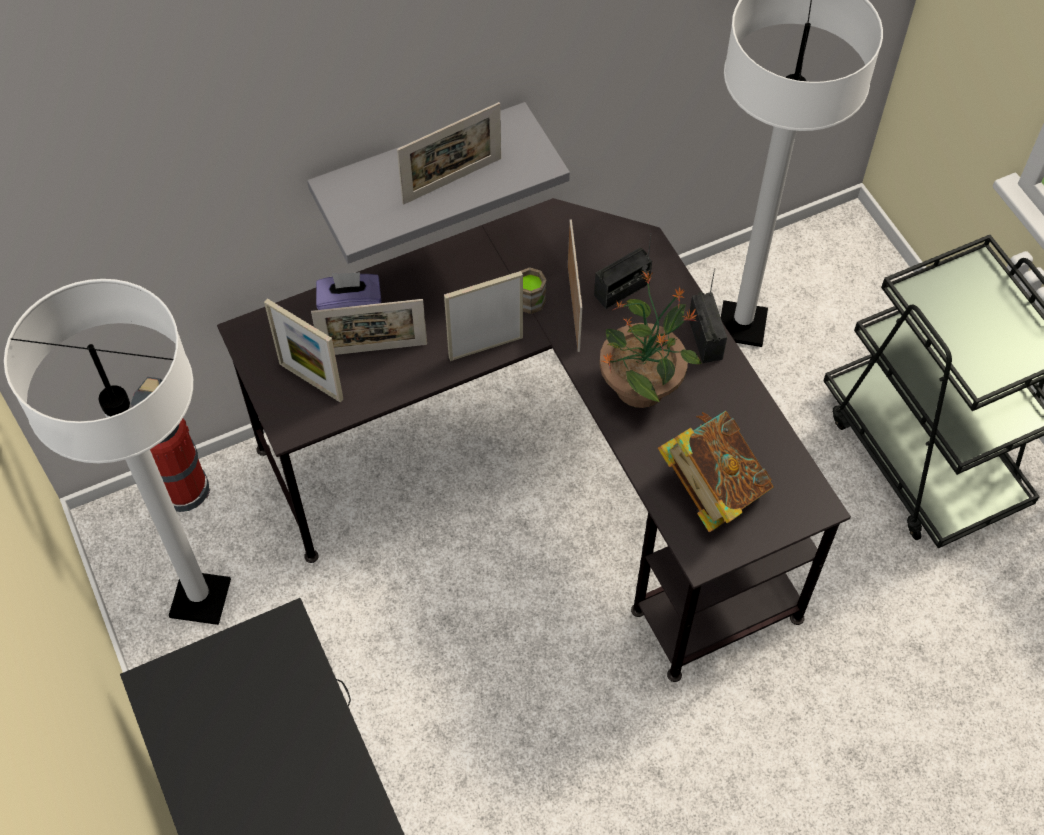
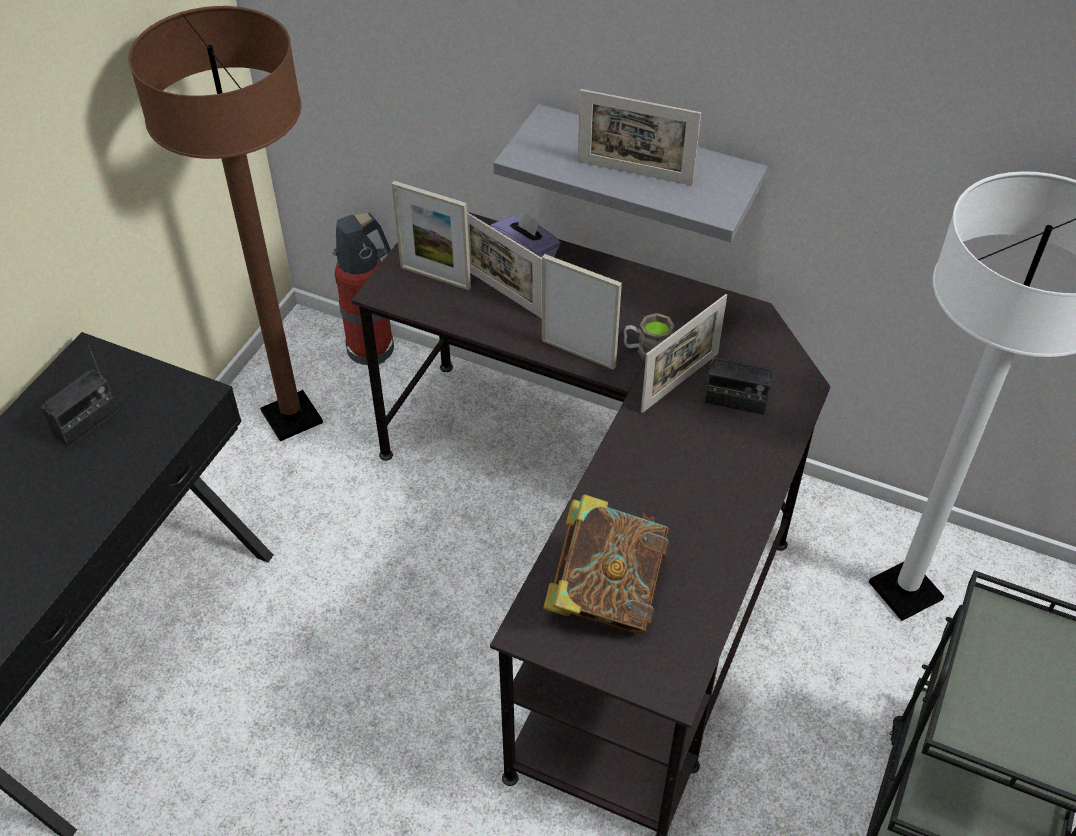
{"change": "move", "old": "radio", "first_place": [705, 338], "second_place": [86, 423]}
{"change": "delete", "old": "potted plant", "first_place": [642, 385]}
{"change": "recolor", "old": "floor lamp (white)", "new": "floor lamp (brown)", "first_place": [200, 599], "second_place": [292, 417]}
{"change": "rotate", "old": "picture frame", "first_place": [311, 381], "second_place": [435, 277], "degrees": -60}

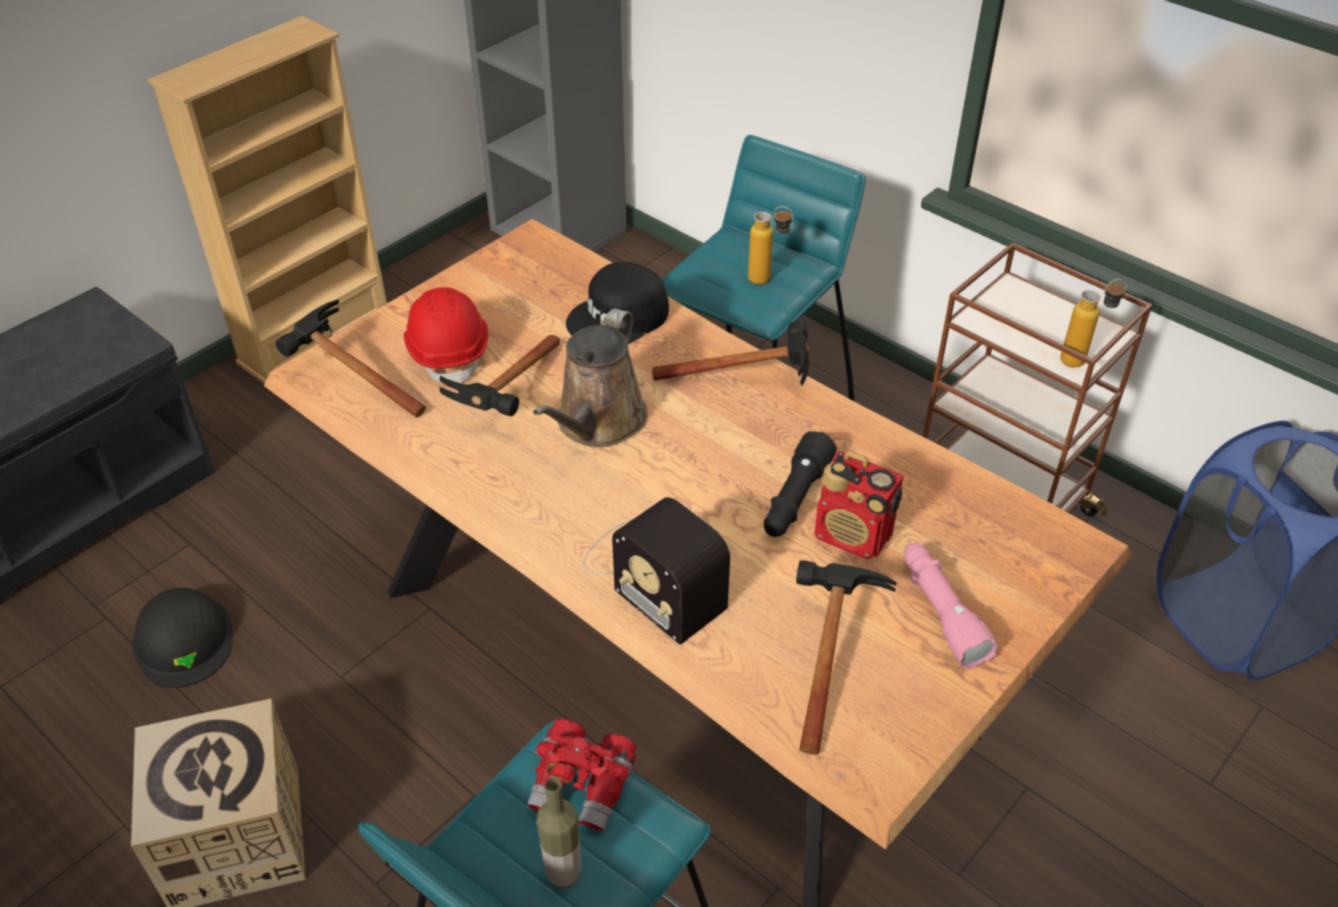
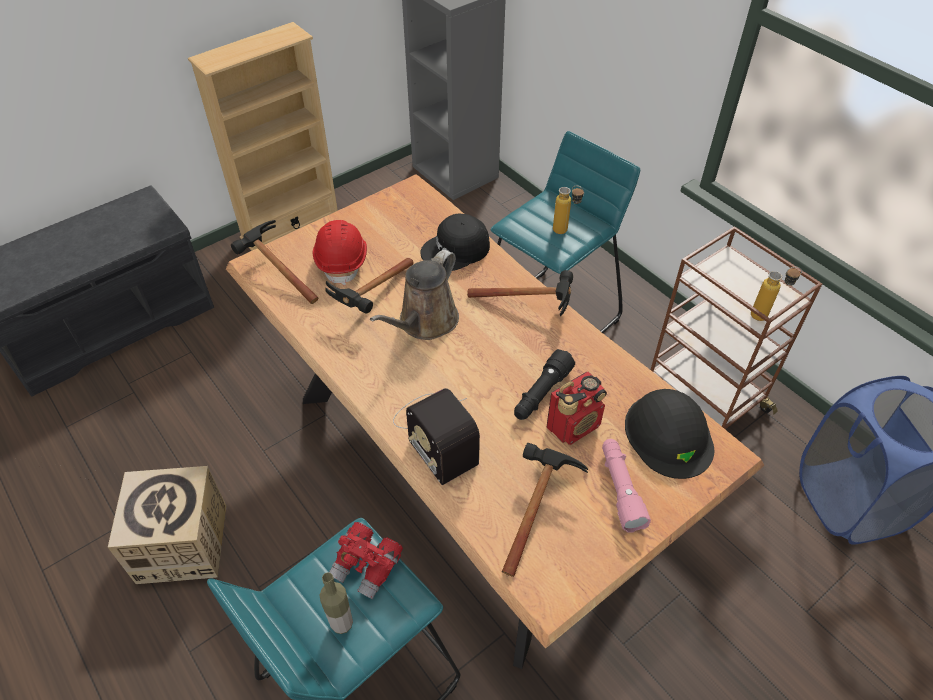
{"change": "rotate", "old": "radio", "first_place": [853, 536], "second_place": [574, 426], "degrees": -75}
{"change": "move", "old": "hard hat (black)", "first_place": [183, 639], "second_place": [668, 434]}

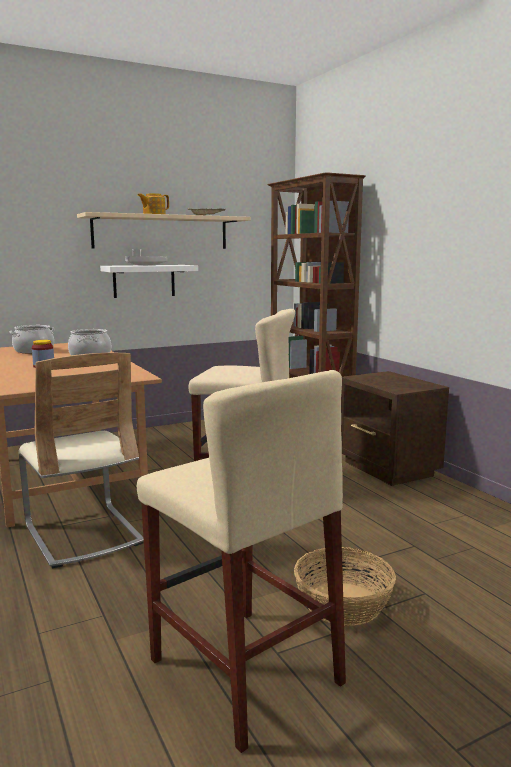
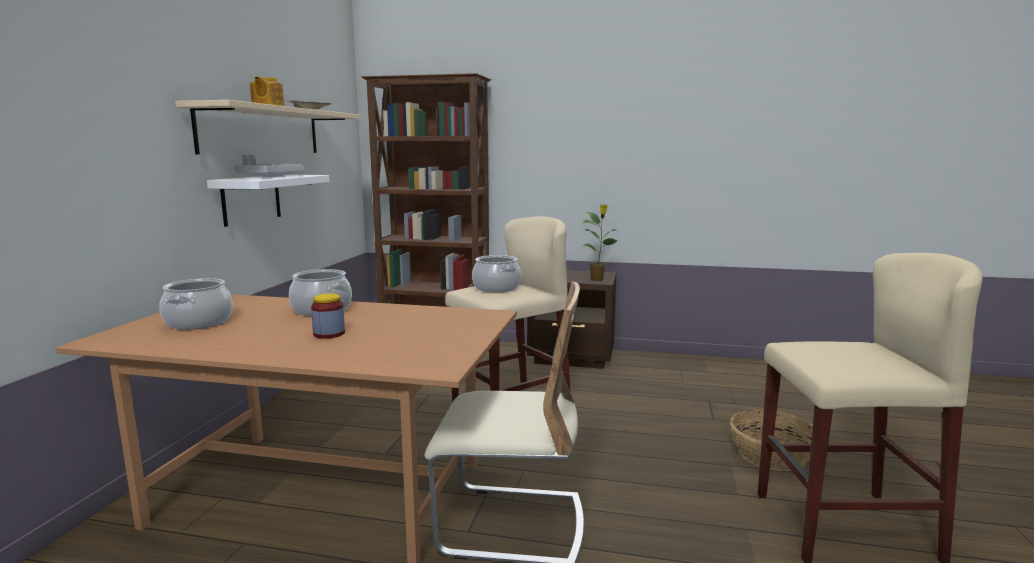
{"change": "insert", "new": "potted plant", "second_place": [597, 279]}
{"change": "insert", "new": "cooking pot", "second_place": [497, 288]}

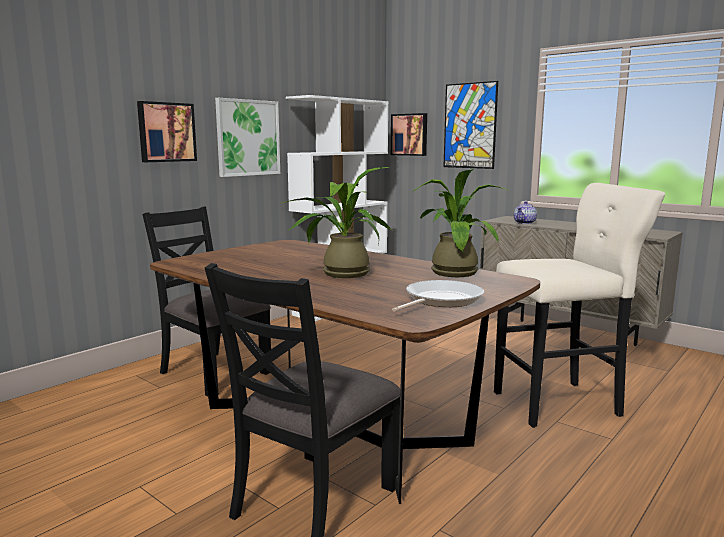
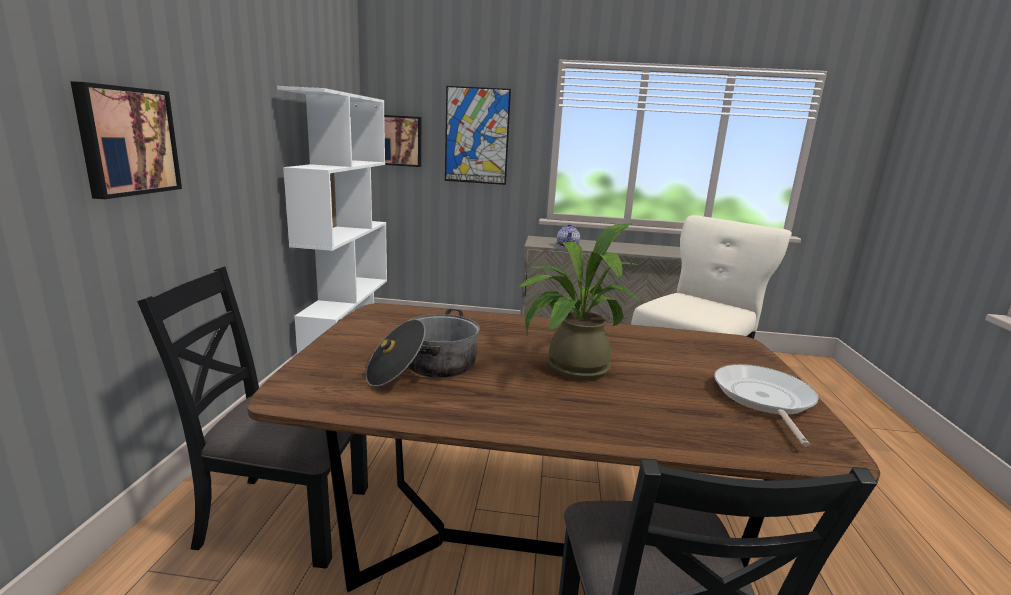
{"change": "delete", "old": "picture", "first_place": [248, 138]}
{"change": "delete", "old": "potted plant", "first_place": [454, 271]}
{"change": "insert", "new": "cooking pot", "second_place": [424, 369]}

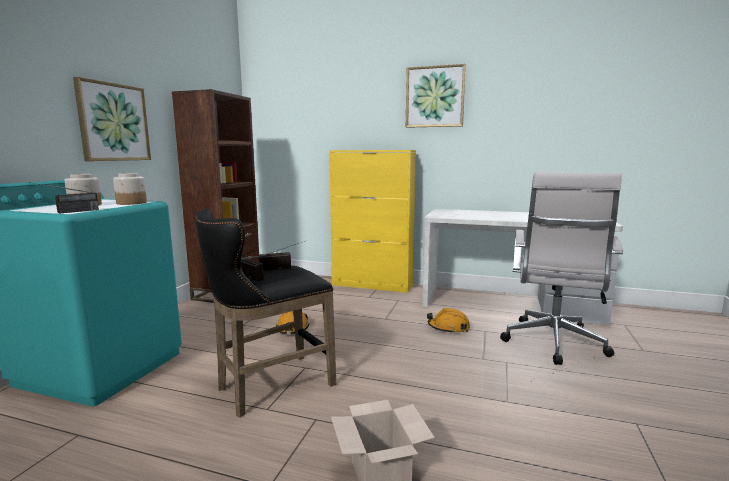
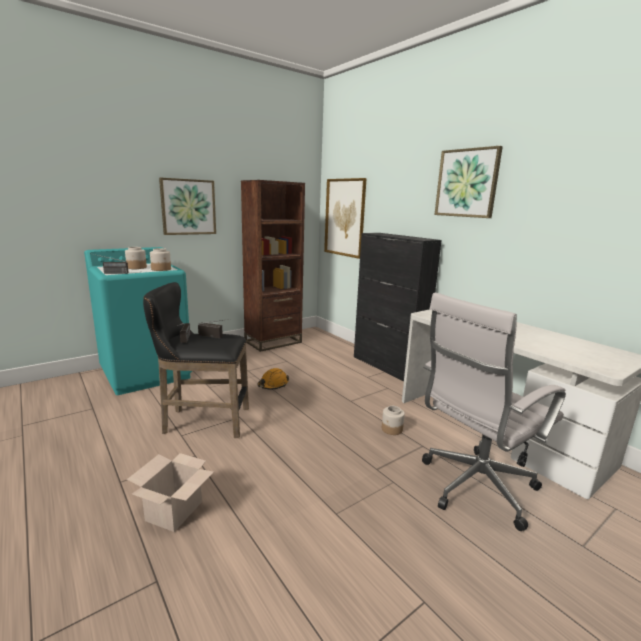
{"change": "recolor", "old": "cabinet (yellow)", "new": "cabinet (black)", "first_place": [372, 285], "second_place": [387, 366]}
{"change": "replace", "old": "hard hat (orange)", "new": "jar", "first_place": [448, 328], "second_place": [392, 429]}
{"change": "insert", "new": "picture", "second_place": [345, 217]}

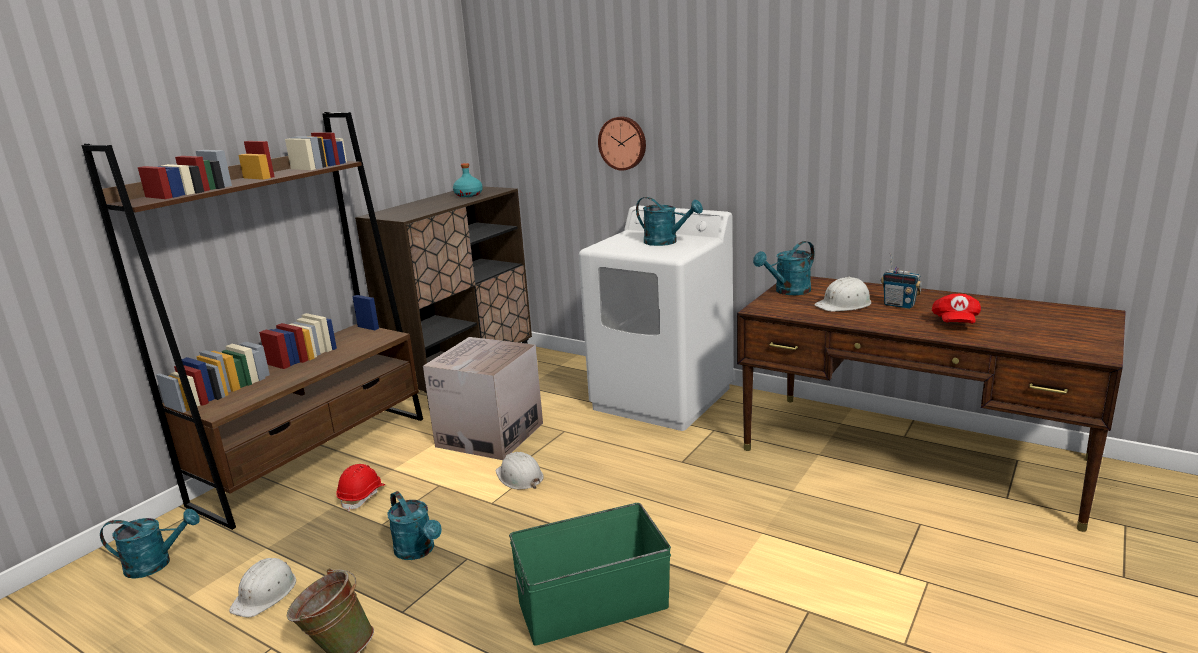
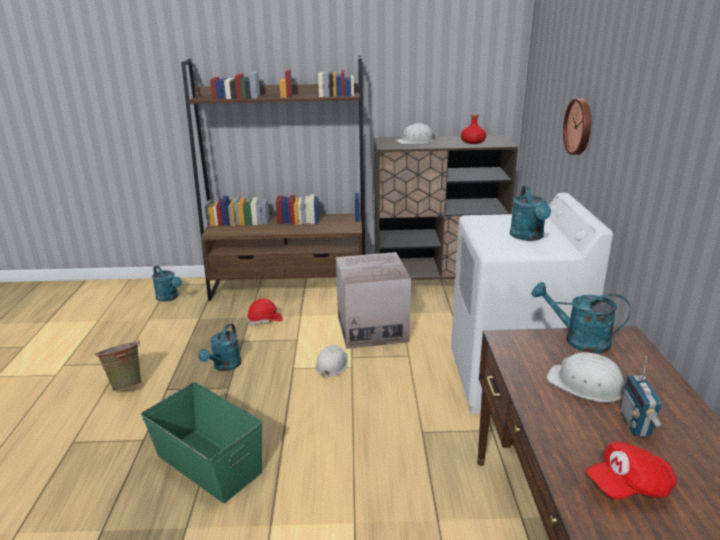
{"change": "recolor", "old": "bottle (turquoise)", "new": "bottle (red)", "first_place": [468, 195], "second_place": [472, 142]}
{"change": "move", "old": "hard hat (white)", "first_place": [265, 593], "second_place": [416, 141]}

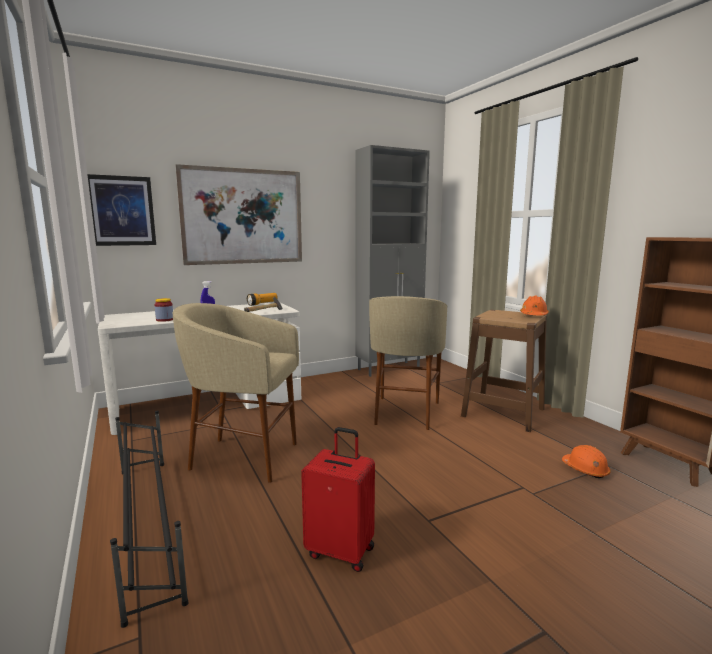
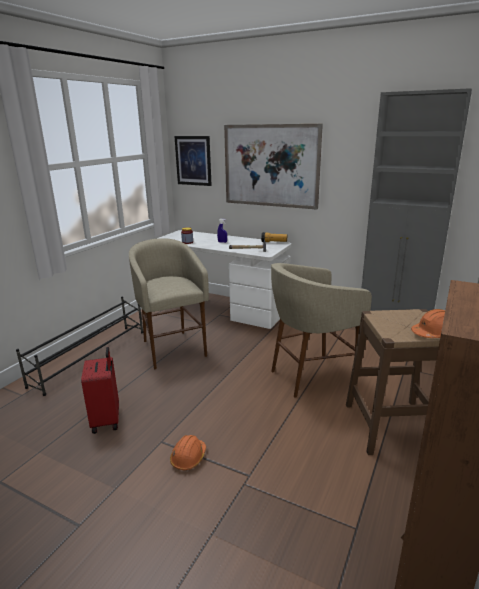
{"change": "move", "old": "hard hat (orange)", "first_place": [585, 469], "second_place": [188, 458]}

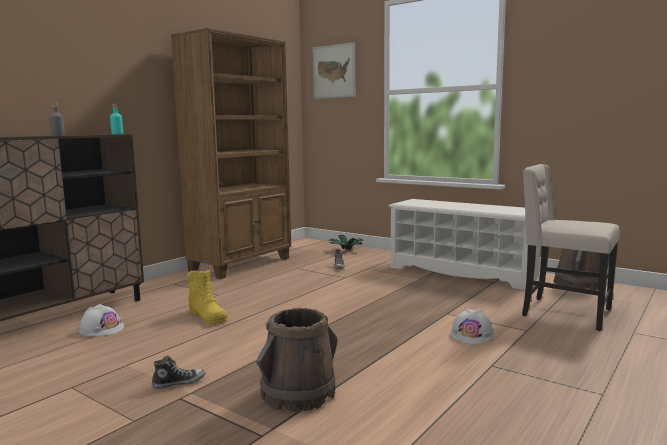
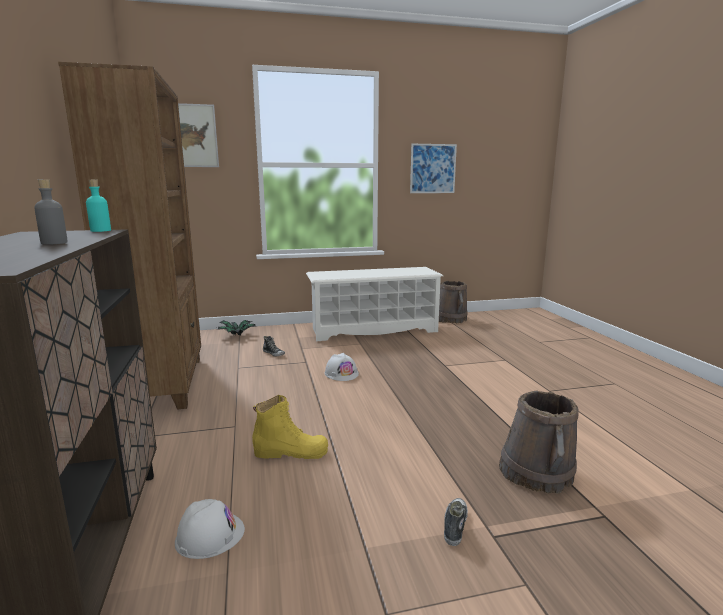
{"change": "delete", "old": "chair (beige)", "first_place": [564, 313]}
{"change": "move", "old": "hard hat (white)", "first_place": [472, 334], "second_place": [341, 373]}
{"change": "insert", "new": "picture", "second_place": [433, 168]}

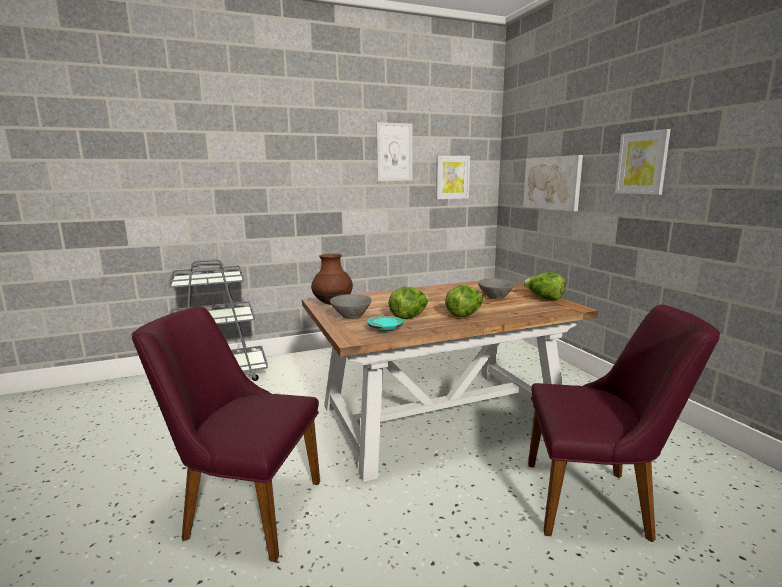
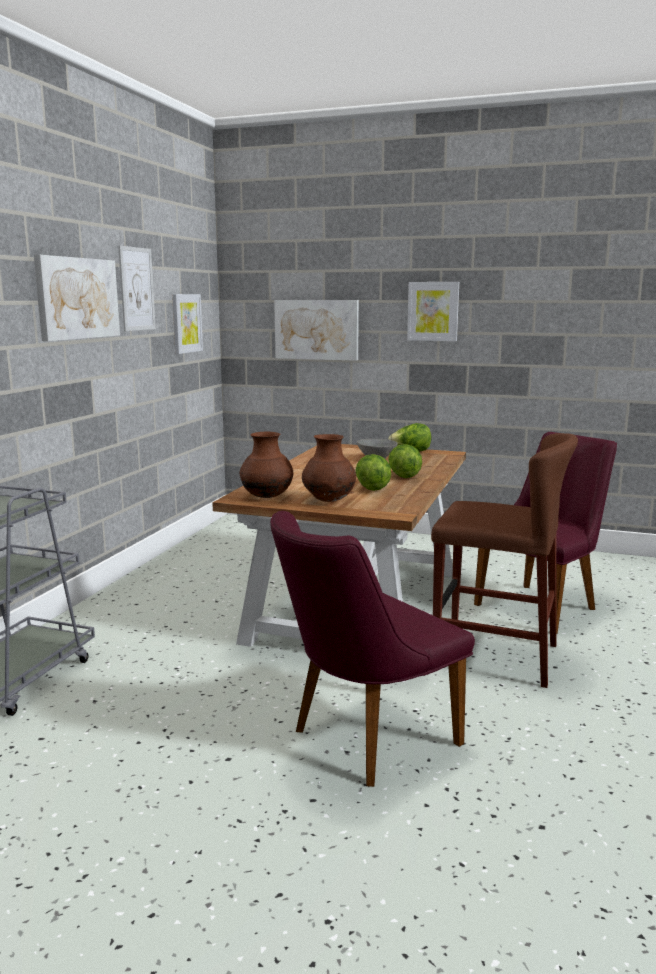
{"change": "replace", "old": "bowl (grey)", "new": "vase (brown)", "first_place": [351, 317], "second_place": [329, 501]}
{"change": "delete", "old": "plate (turquoise)", "first_place": [385, 329]}
{"change": "insert", "new": "picture", "second_place": [77, 298]}
{"change": "insert", "new": "stool (brown)", "second_place": [495, 655]}

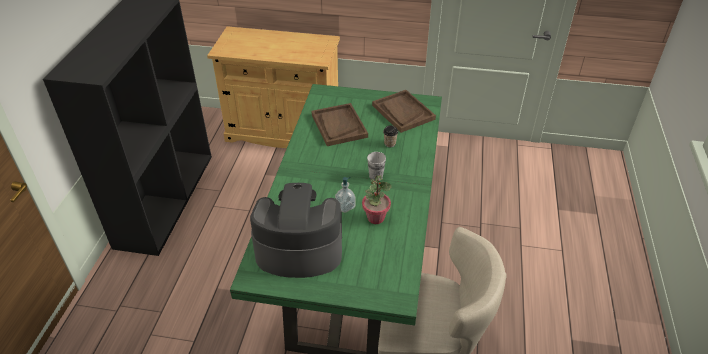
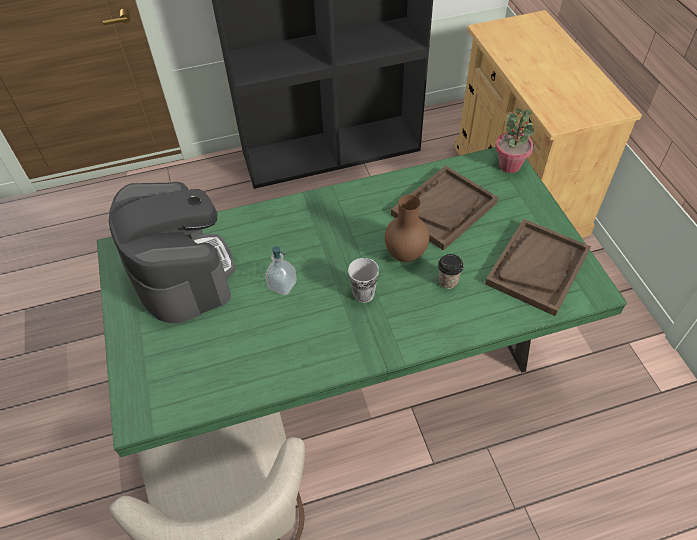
{"change": "move", "old": "potted plant", "first_place": [375, 218], "second_place": [509, 165]}
{"change": "insert", "new": "vase (brown)", "second_place": [405, 254]}

